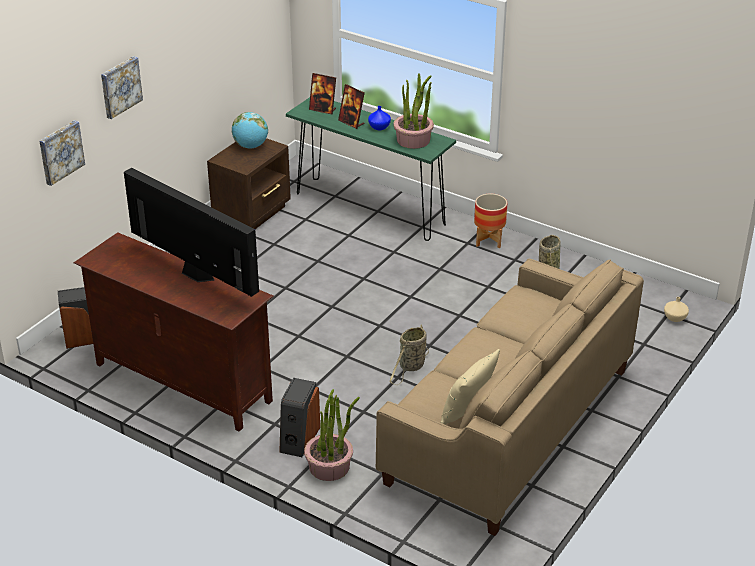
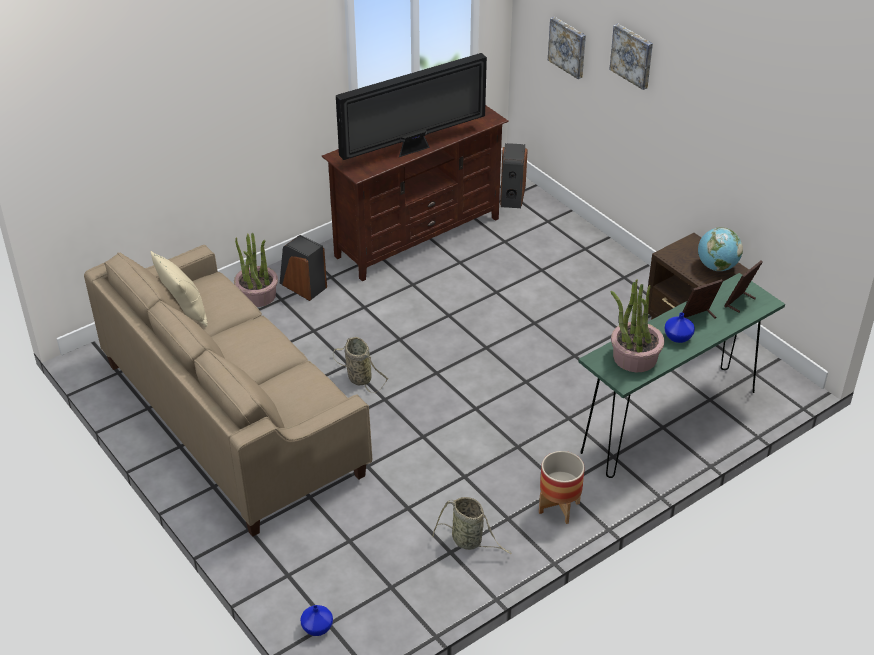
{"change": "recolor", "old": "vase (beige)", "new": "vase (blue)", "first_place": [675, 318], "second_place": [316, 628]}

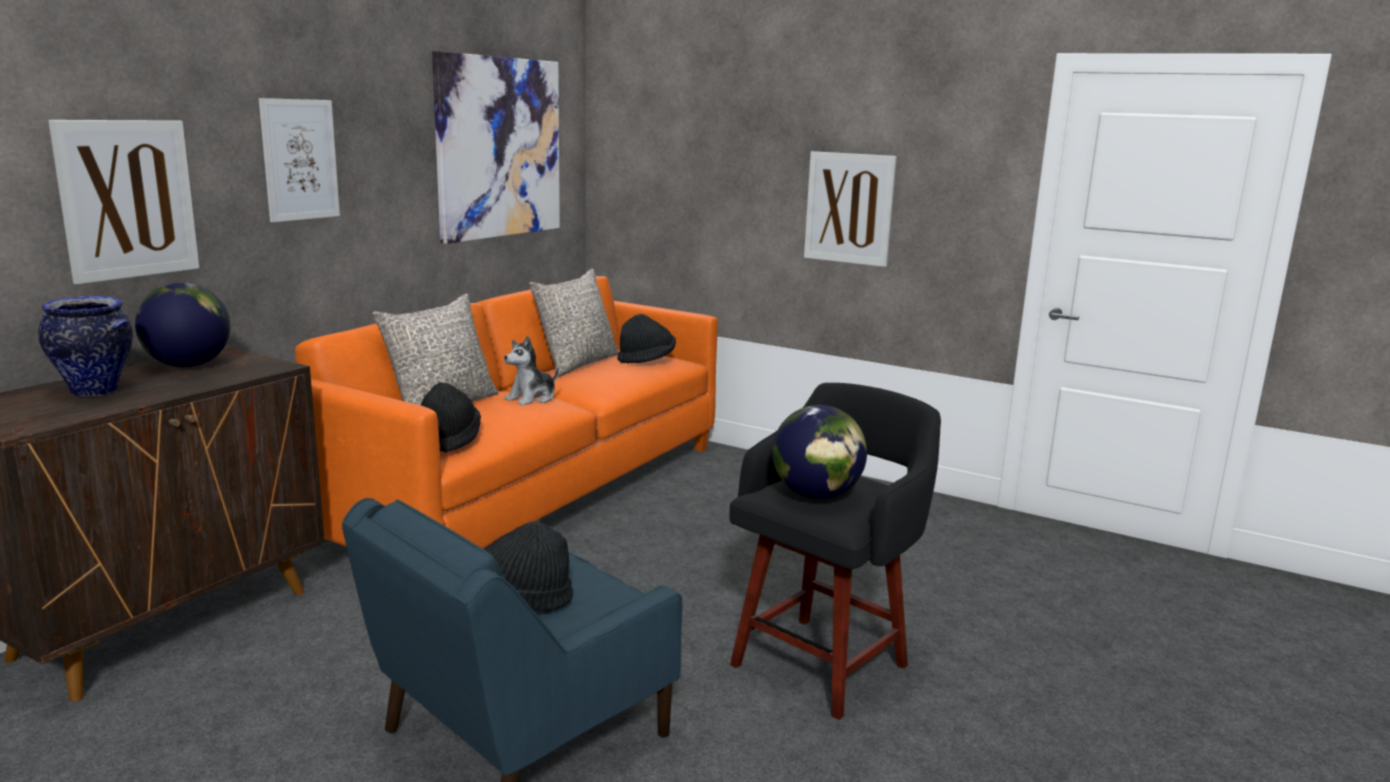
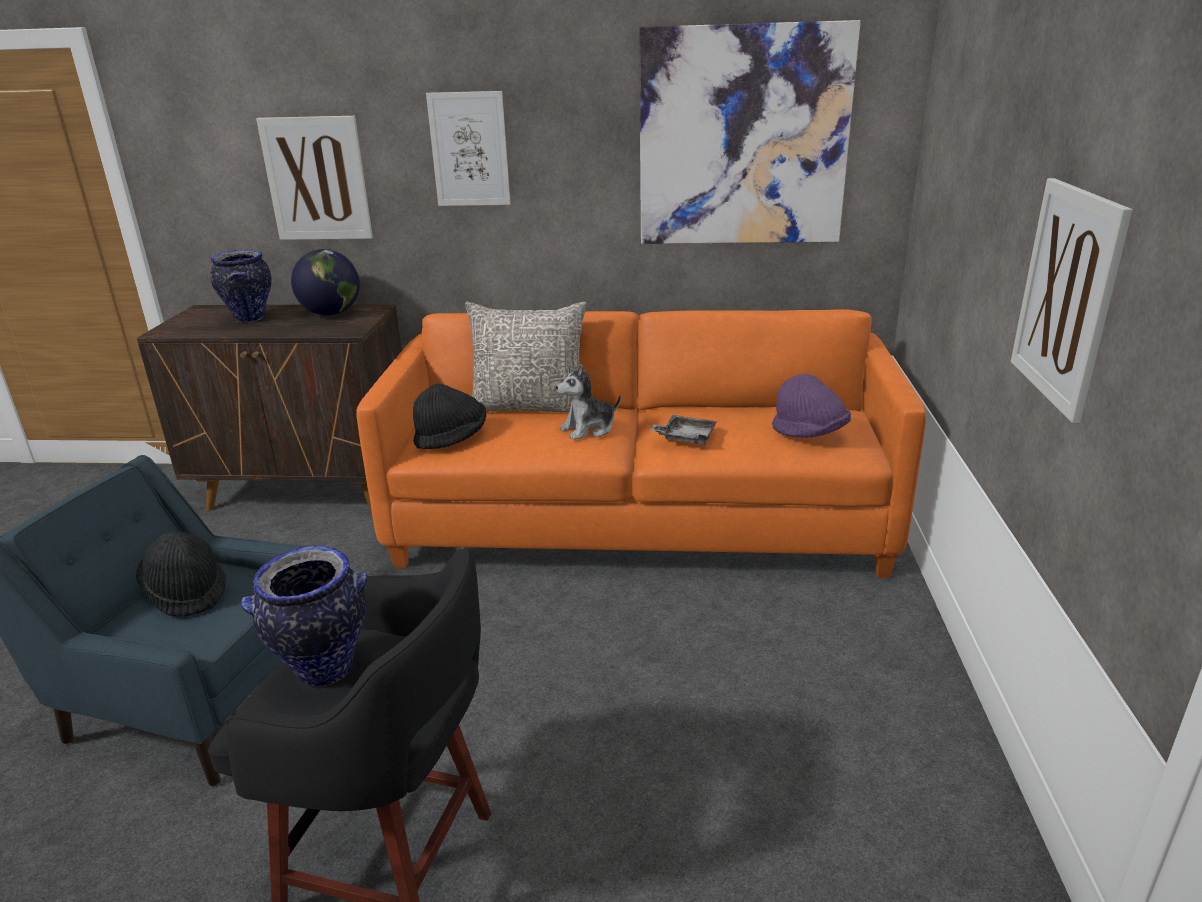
{"change": "delete", "old": "pillow (grey)", "first_place": [577, 364]}
{"change": "recolor", "old": "hat (black)", "new": "hat (purple)", "first_place": [646, 360], "second_place": [809, 434]}
{"change": "rotate", "old": "plush toy", "first_place": [532, 398], "second_place": [588, 429], "degrees": -45}
{"change": "replace", "old": "globe", "new": "vase", "first_place": [816, 495], "second_place": [323, 670]}
{"change": "insert", "new": "tray (grey)", "second_place": [685, 437]}

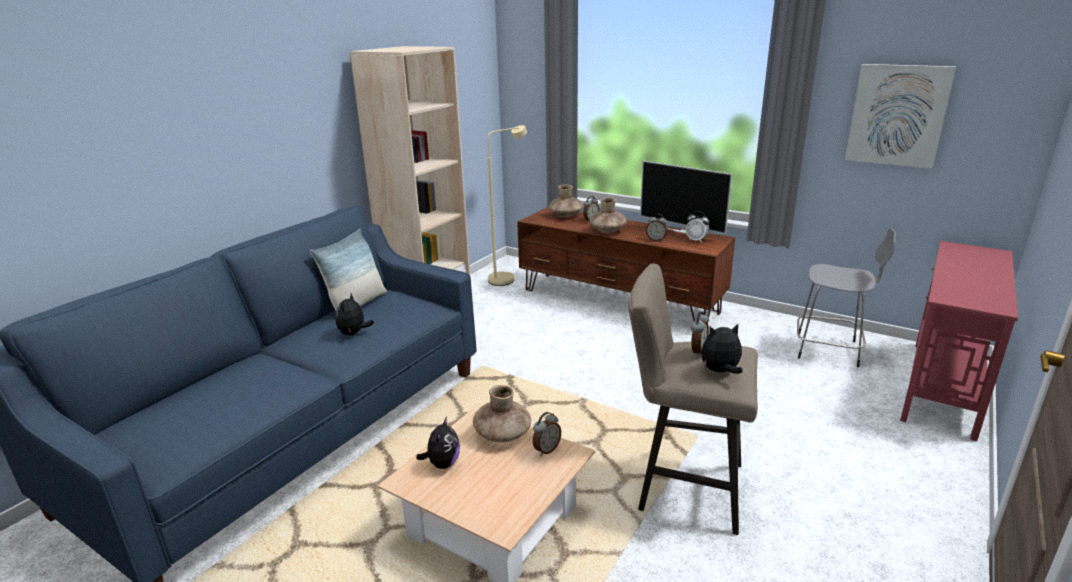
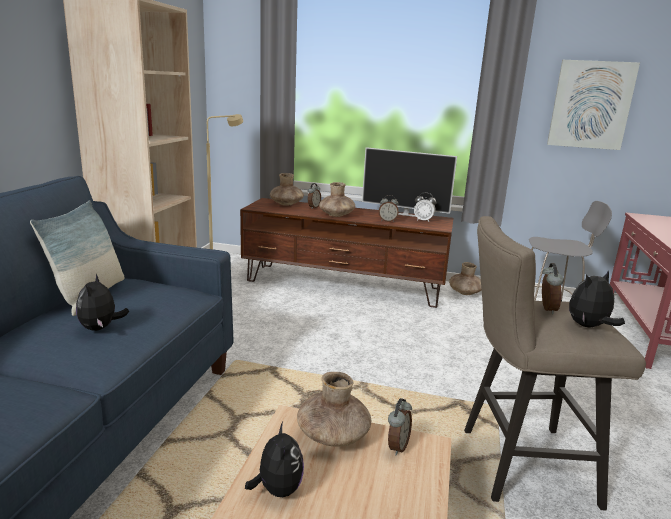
{"change": "insert", "new": "vase (brown)", "second_place": [465, 292]}

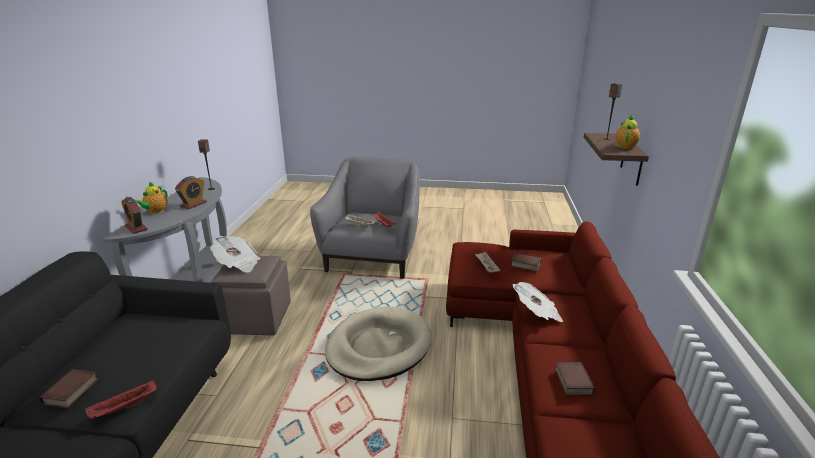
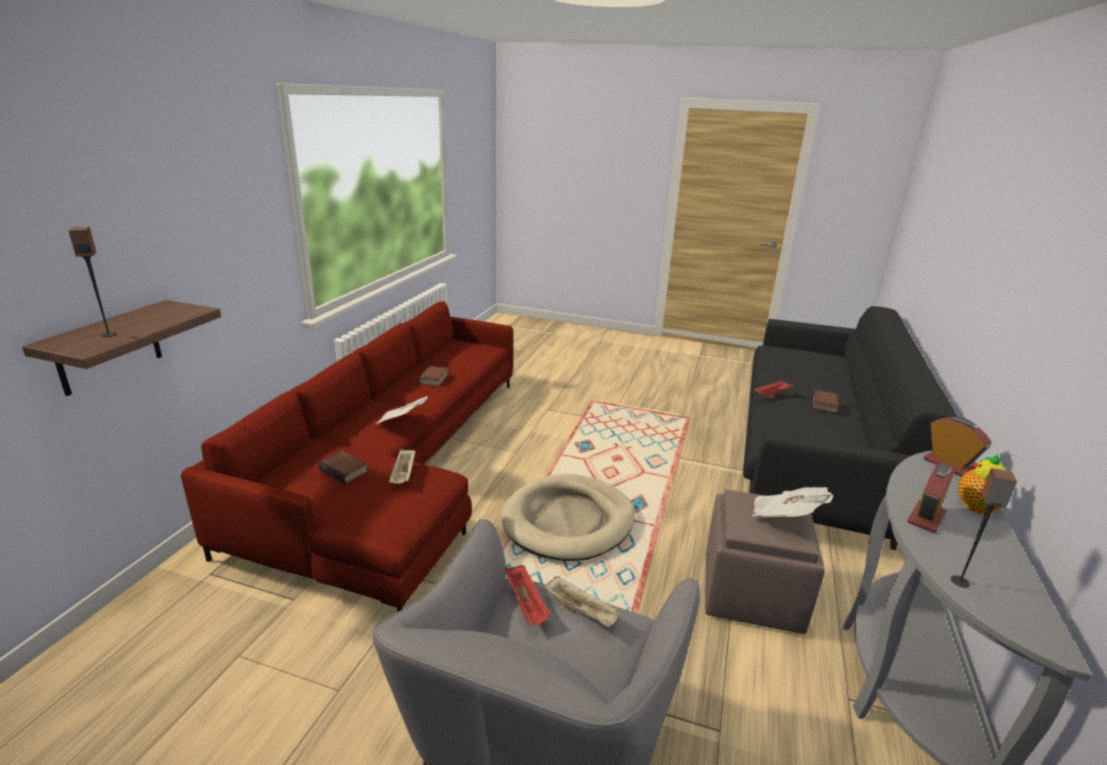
{"change": "delete", "old": "teapot", "first_place": [625, 146]}

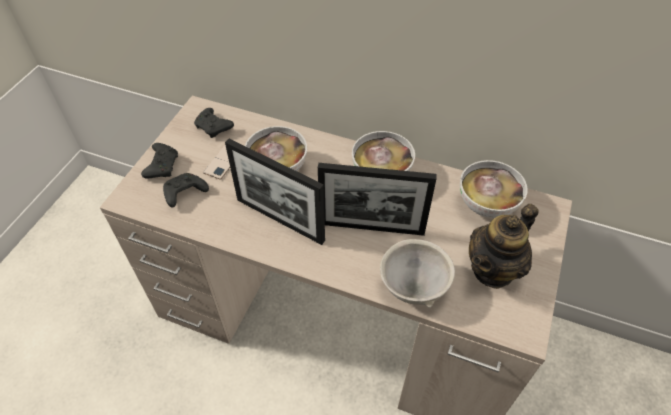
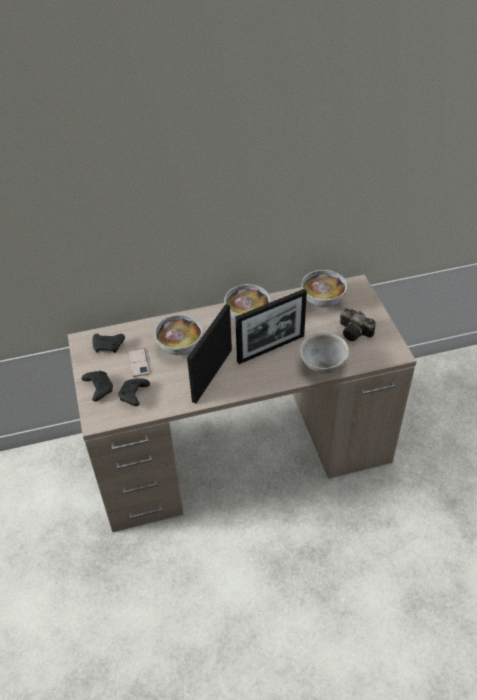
{"change": "rotate", "old": "picture frame", "first_place": [280, 220], "second_place": [212, 375], "degrees": 120}
{"change": "replace", "old": "teapot", "new": "photo camera", "first_place": [493, 269], "second_place": [355, 332]}

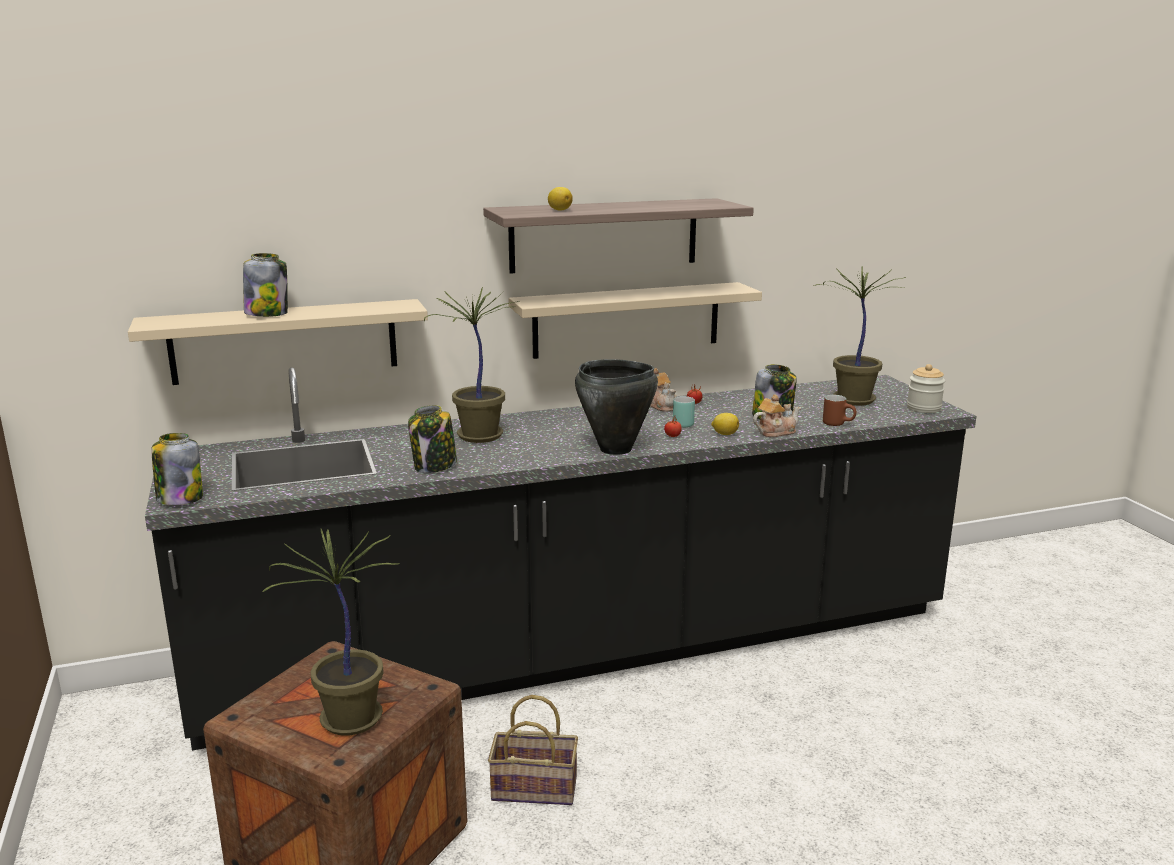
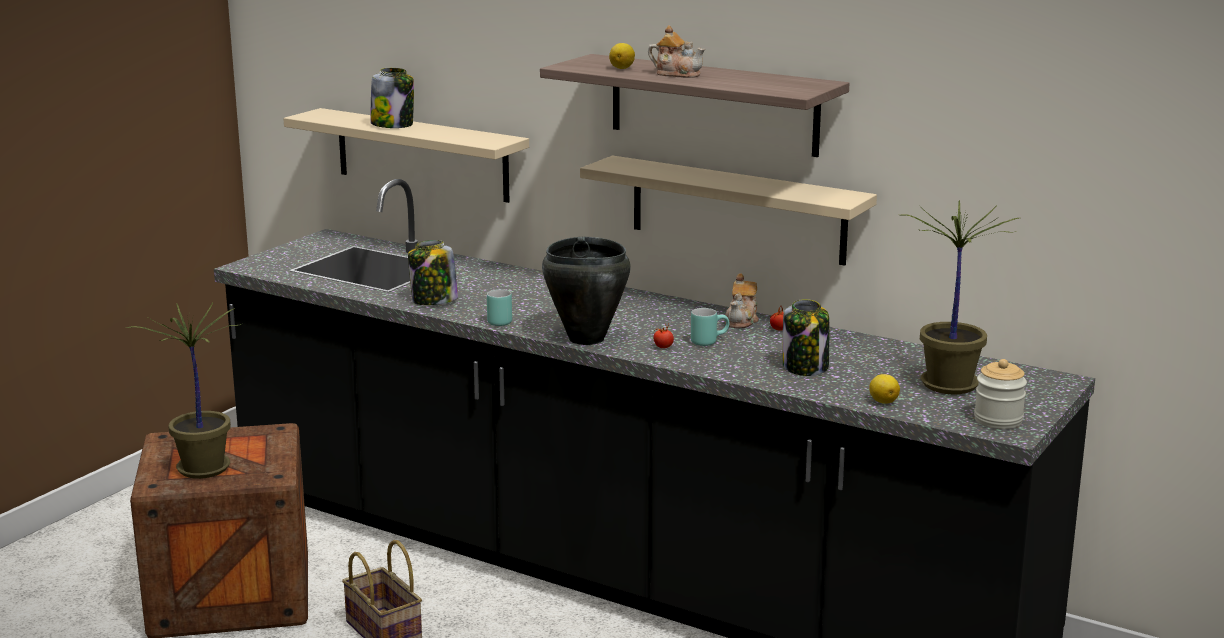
{"change": "delete", "old": "potted plant", "first_place": [478, 437]}
{"change": "move", "old": "teapot", "first_place": [775, 432], "second_place": [677, 74]}
{"change": "delete", "old": "mug (brown)", "first_place": [838, 424]}
{"change": "move", "old": "lemon", "first_place": [724, 434], "second_place": [883, 401]}
{"change": "delete", "old": "jar", "first_place": [180, 498]}
{"change": "insert", "new": "mug (turquoise)", "second_place": [500, 321]}

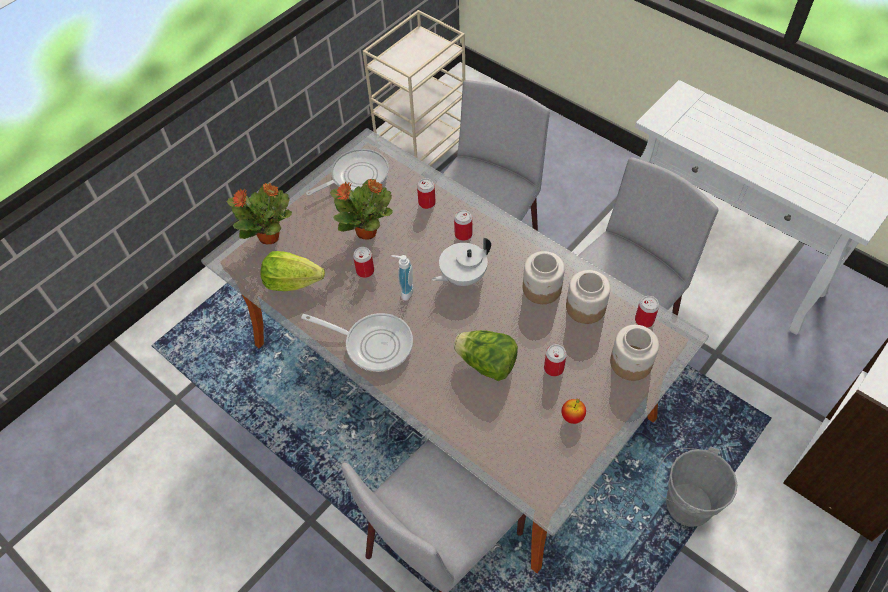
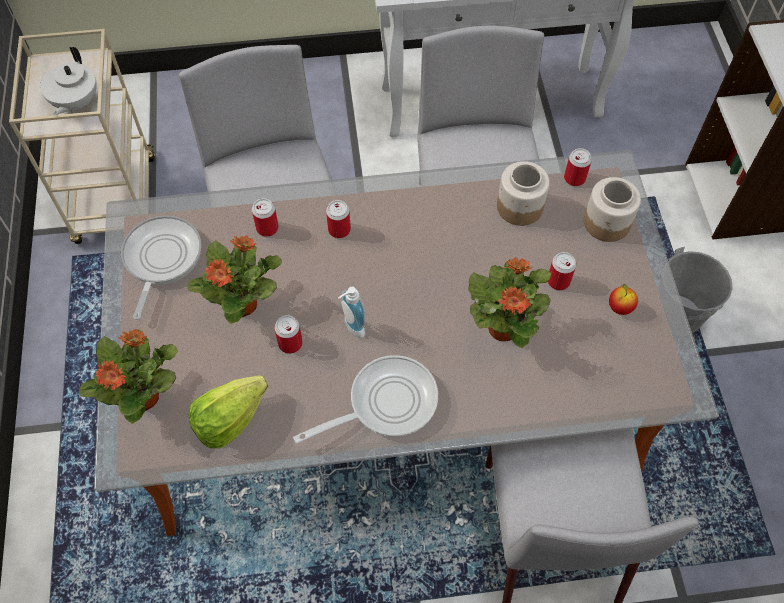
{"change": "move", "old": "teapot (white)", "first_place": [462, 276], "second_place": [75, 103]}
{"change": "delete", "old": "jar", "first_place": [541, 289]}
{"change": "replace", "old": "lettuce", "new": "potted plant", "first_place": [486, 364], "second_place": [503, 327]}

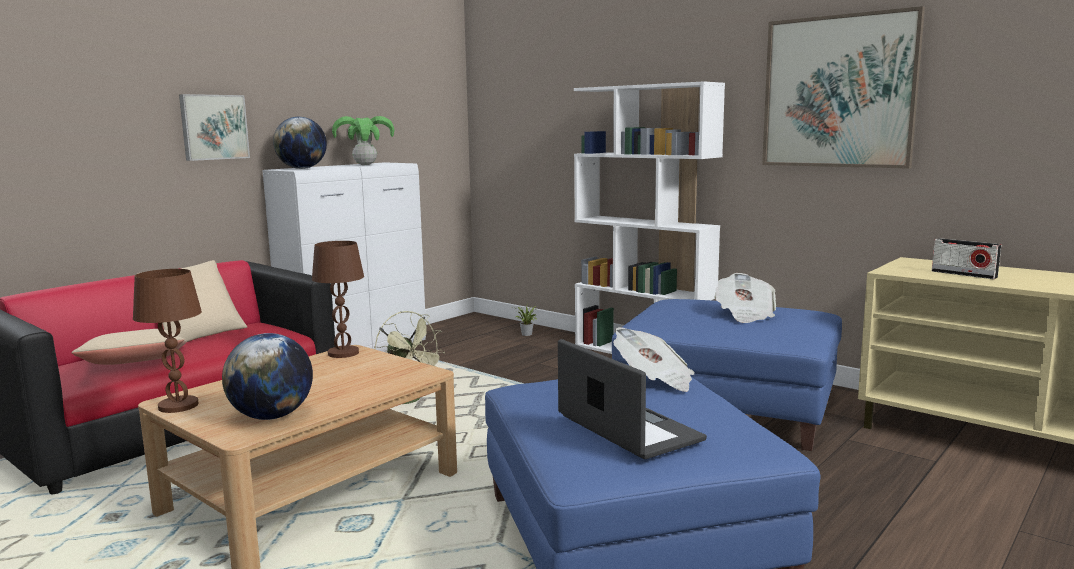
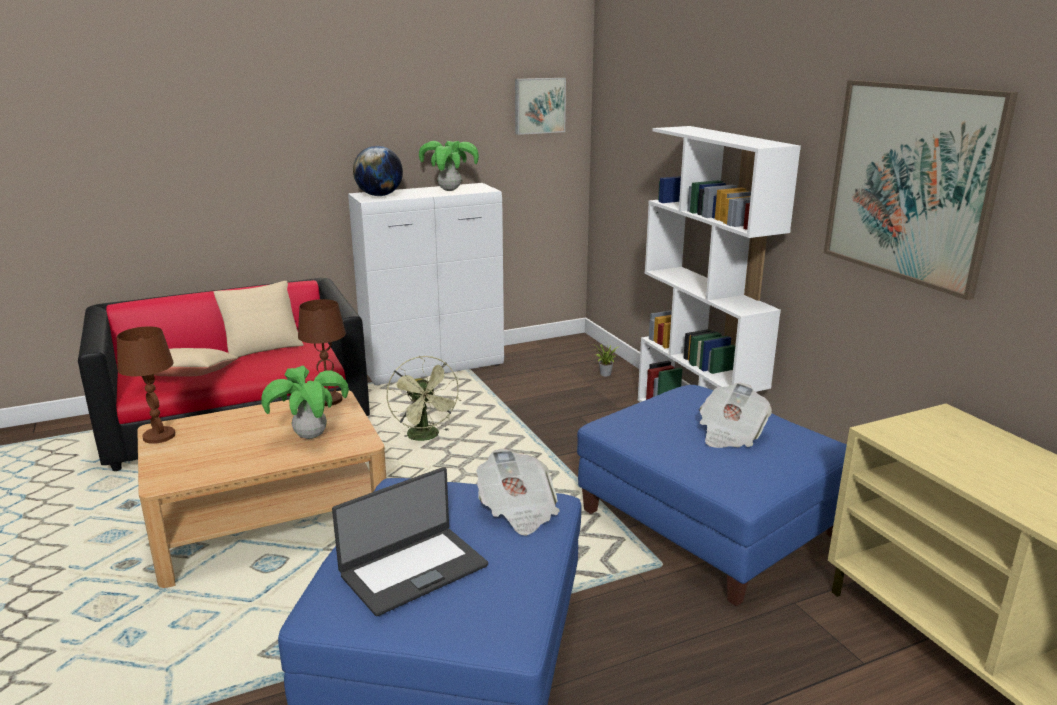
{"change": "move", "old": "picture", "first_place": [213, 127], "second_place": [539, 105]}
{"change": "delete", "old": "radio", "first_place": [963, 274]}
{"change": "delete", "old": "globe", "first_place": [272, 416]}
{"change": "rotate", "old": "laptop", "first_place": [627, 428], "second_place": [413, 569], "degrees": 60}
{"change": "insert", "new": "potted plant", "second_place": [311, 436]}

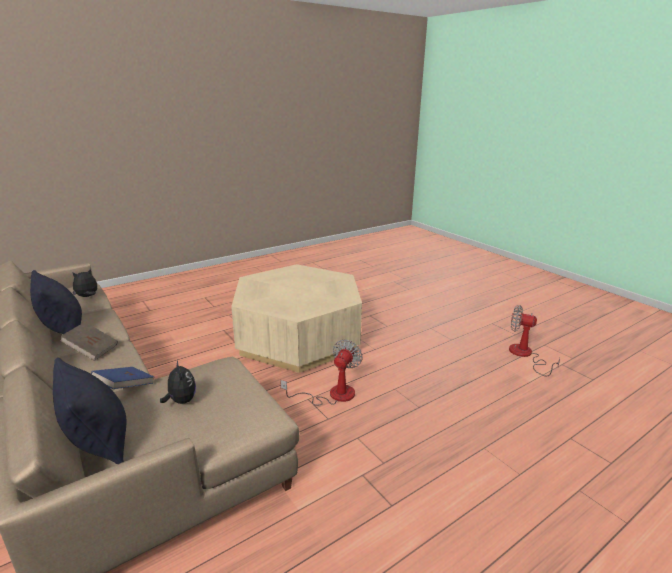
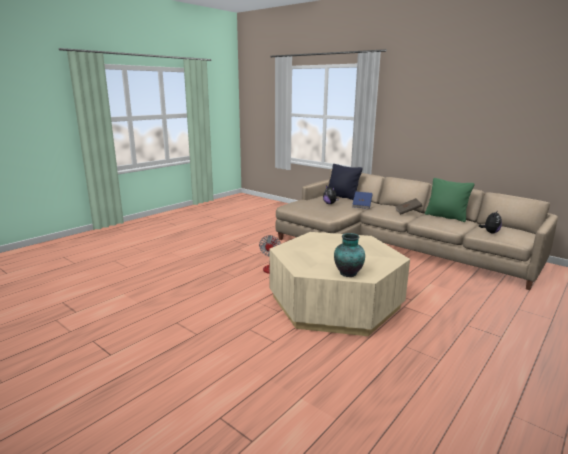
{"change": "recolor", "old": "pillow (black)", "new": "pillow (green)", "first_place": [63, 330], "second_place": [446, 217]}
{"change": "delete", "old": "fan", "first_place": [525, 355]}
{"change": "insert", "new": "vase", "second_place": [348, 274]}

